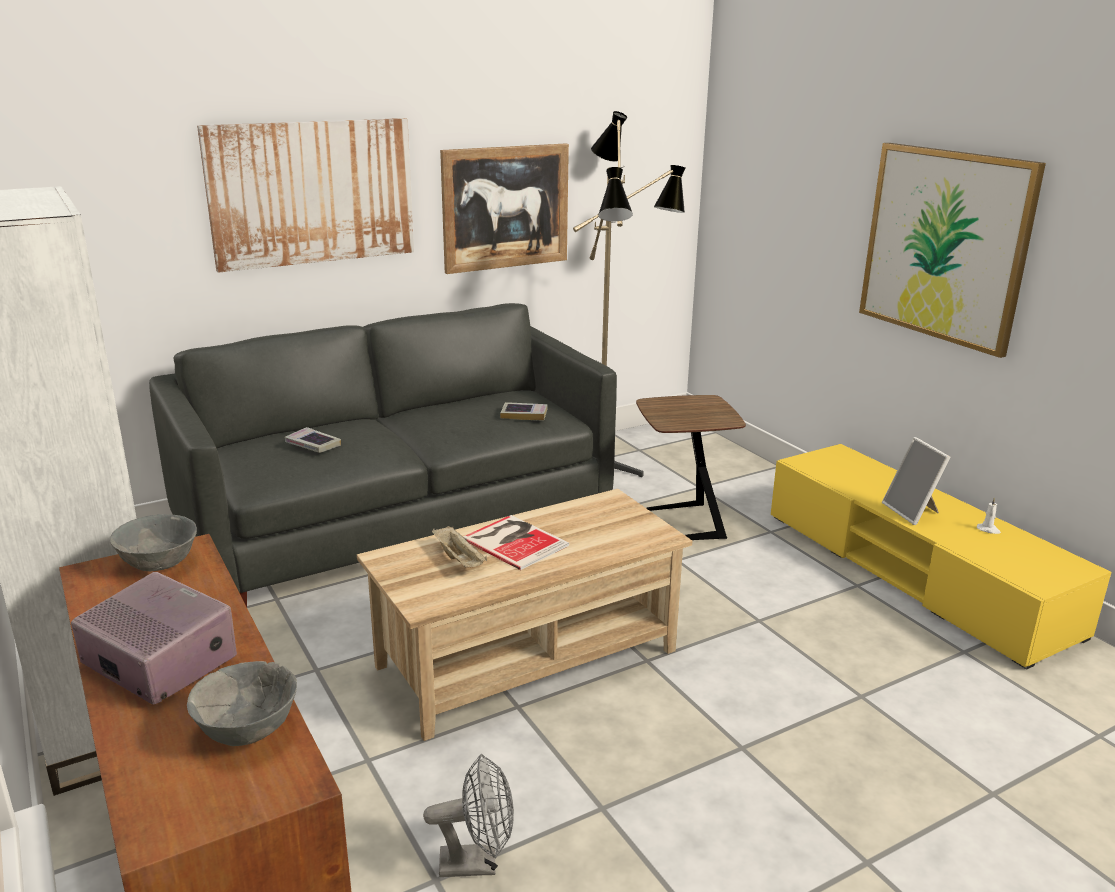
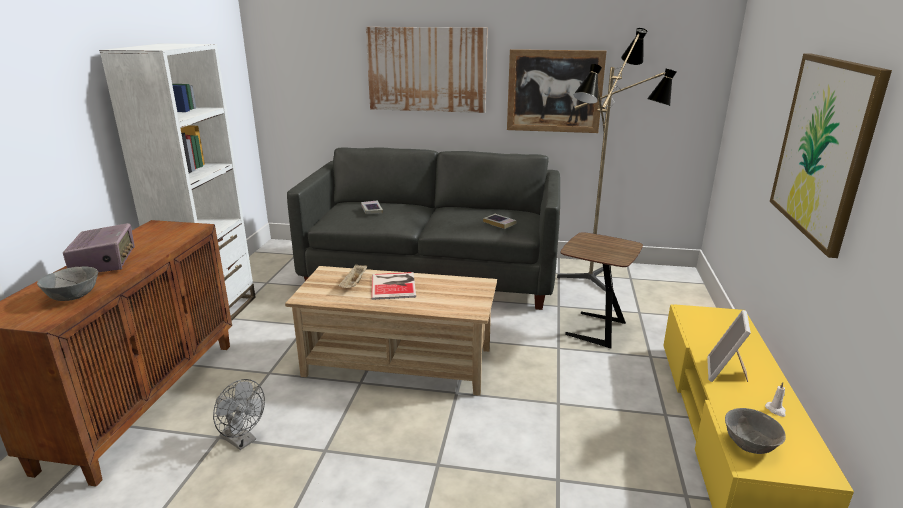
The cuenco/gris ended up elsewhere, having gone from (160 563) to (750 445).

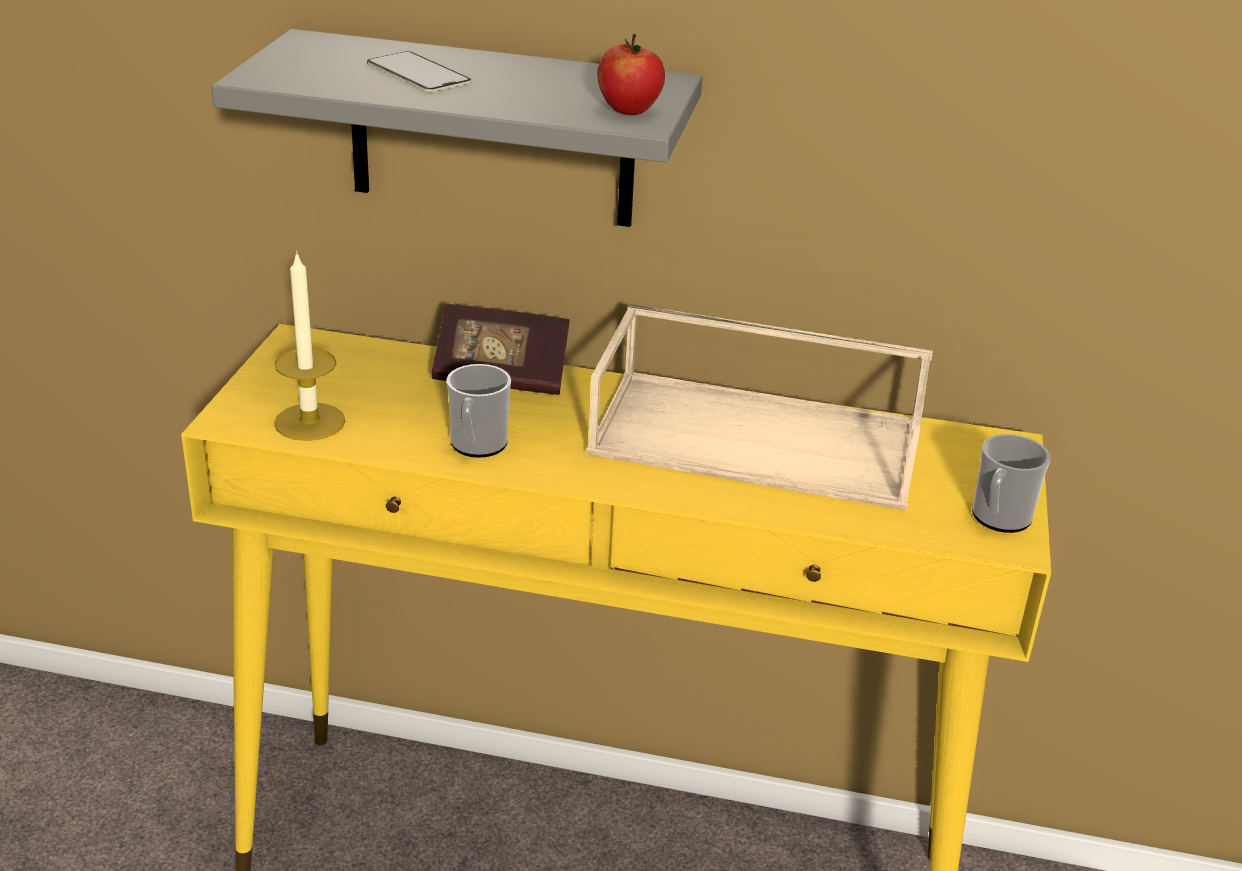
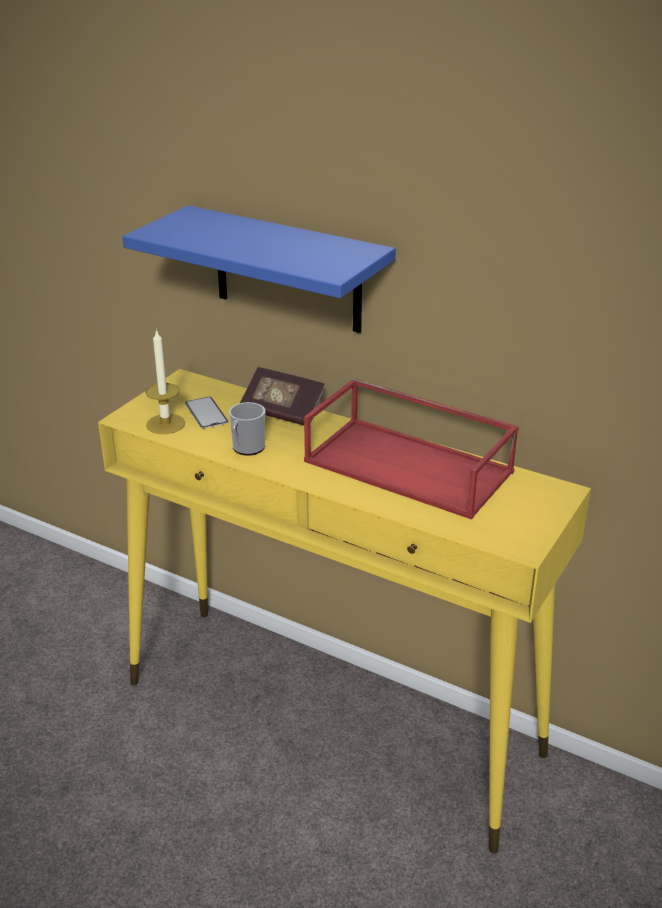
What was the estante/gris at (492 131) turned into the estante/azul at (287 270).
The móvil ended up elsewhere, having gone from (418 73) to (206 413).
What was the bandeja/beis at (761 438) turned into the bandeja/rojo at (411 466).
The second view lost the manzana at (629 110).
The second view lost the taza grande at (998 519).

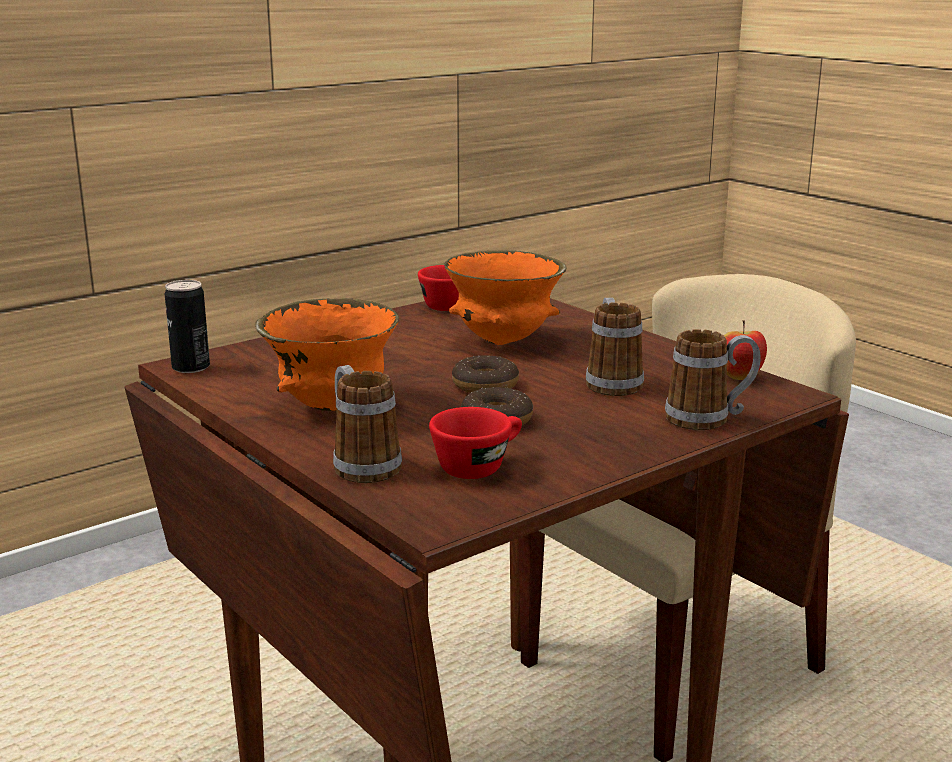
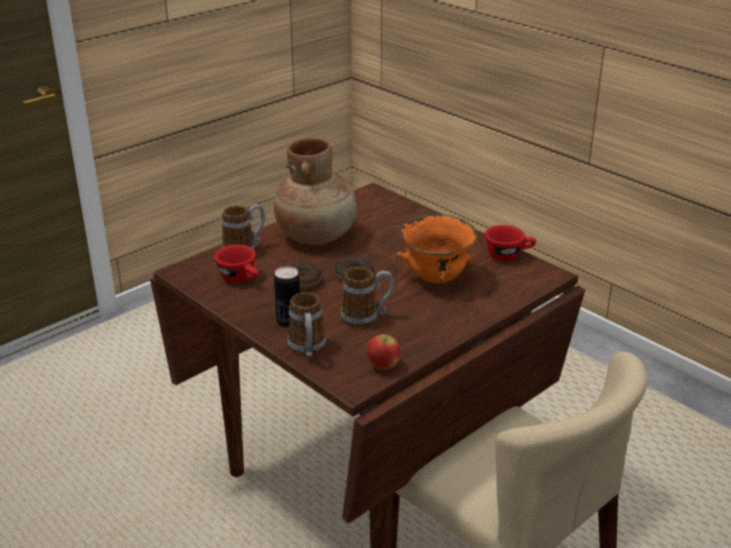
Where the cuenco/naranja stood at (332 407), the florero/marrón came to stand at (317 236).
The lata ended up elsewhere, having gone from (191 367) to (288 321).

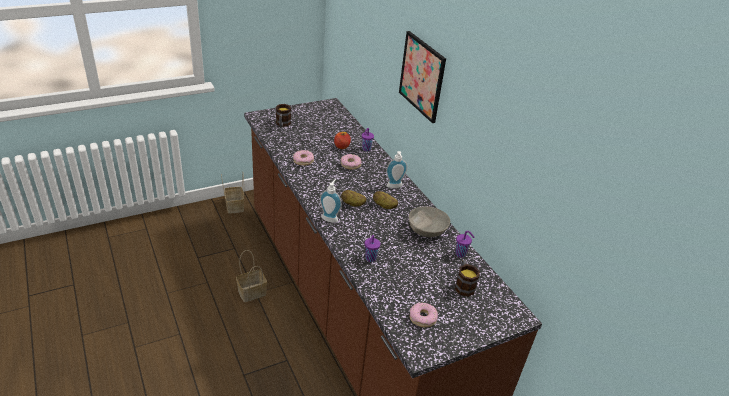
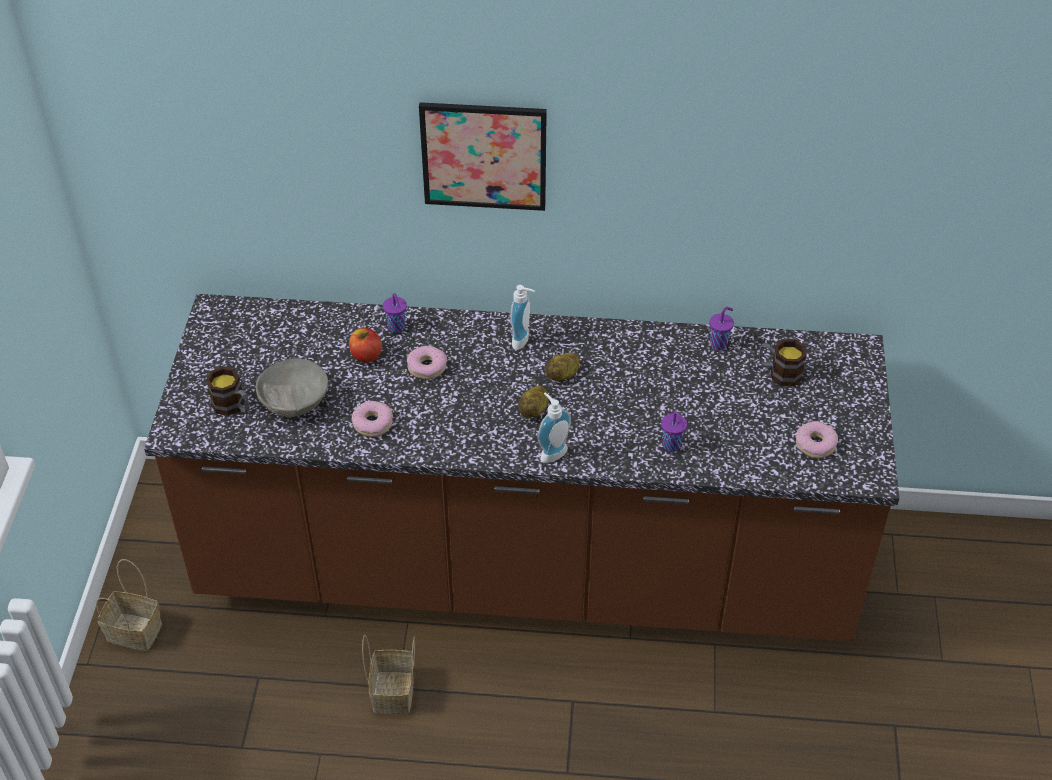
The cuenco/gris ended up elsewhere, having gone from (427 231) to (296 402).

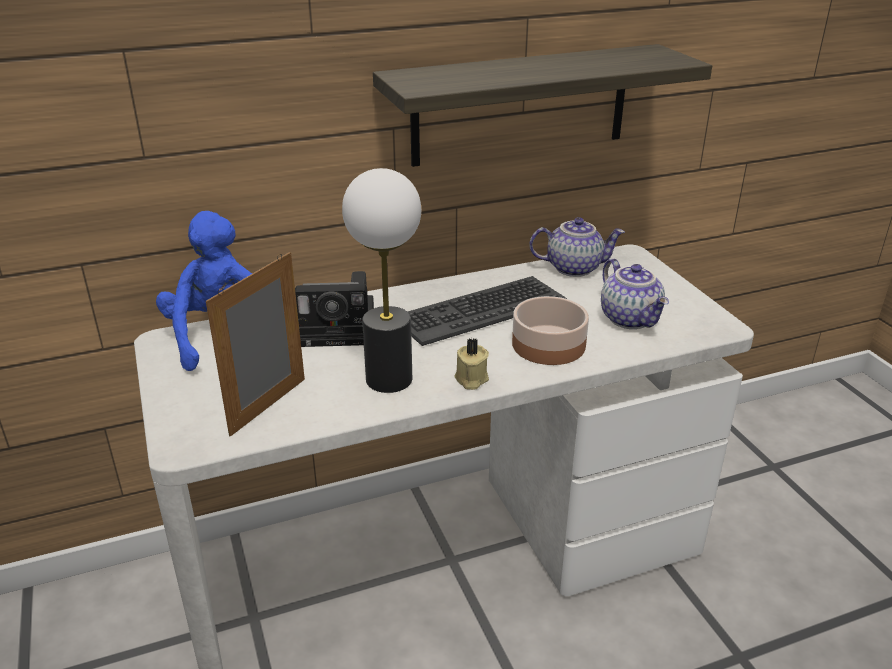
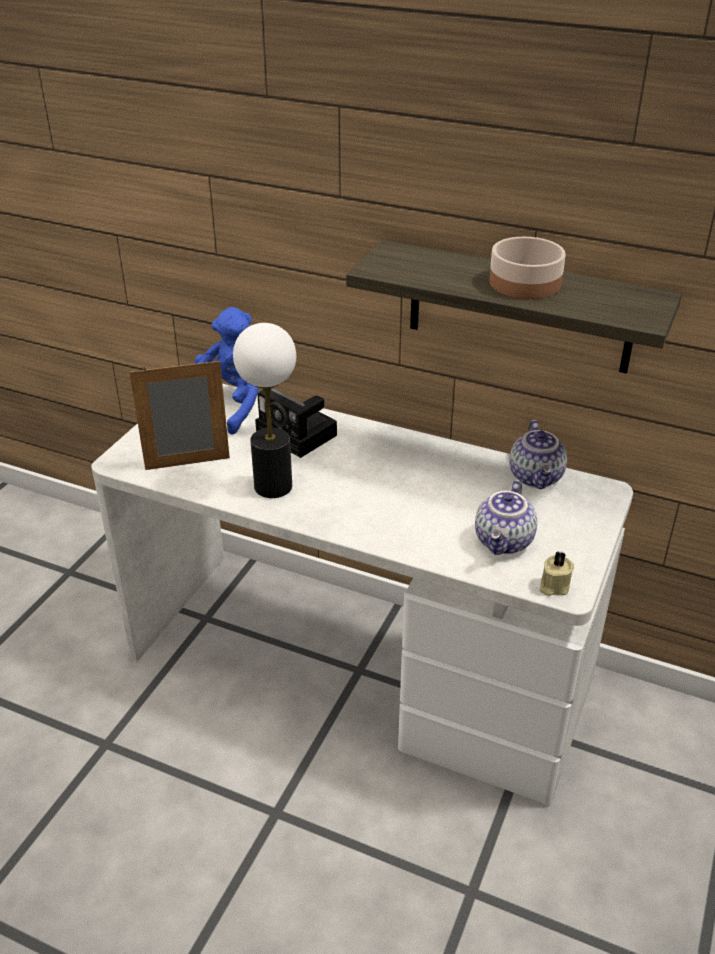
The cuenco ended up elsewhere, having gone from (549 345) to (525 283).
The tetera at (574 267) ended up facing another way, 45 degrees clockwise from before.
The vela/beis ended up elsewhere, having gone from (470 379) to (553 586).
The second view lost the teclado at (480 310).

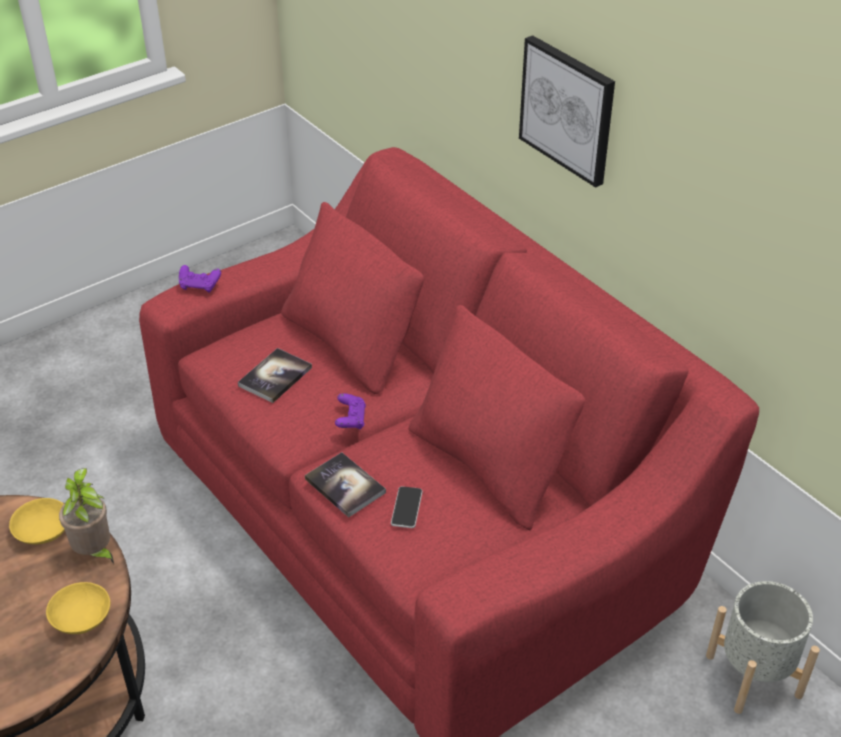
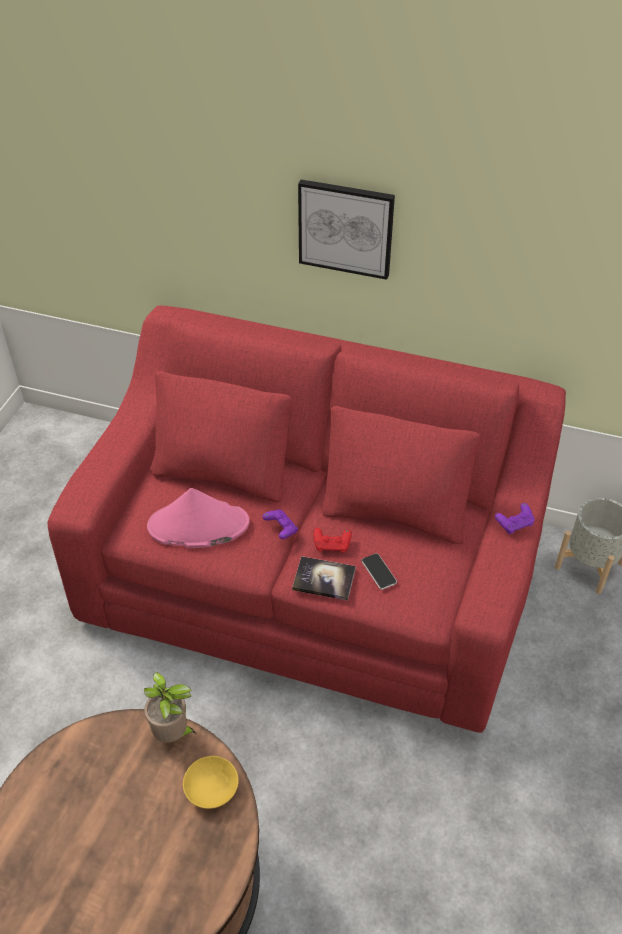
Where the libro stood at (275 377), the sombrero/rosa came to stand at (198 525).
The second view gained the mando de consola/rojo at (332 545).
The mando de consola/morado ended up elsewhere, having gone from (199 286) to (514 524).
The second view lost the cuenco/amarillo at (42 531).

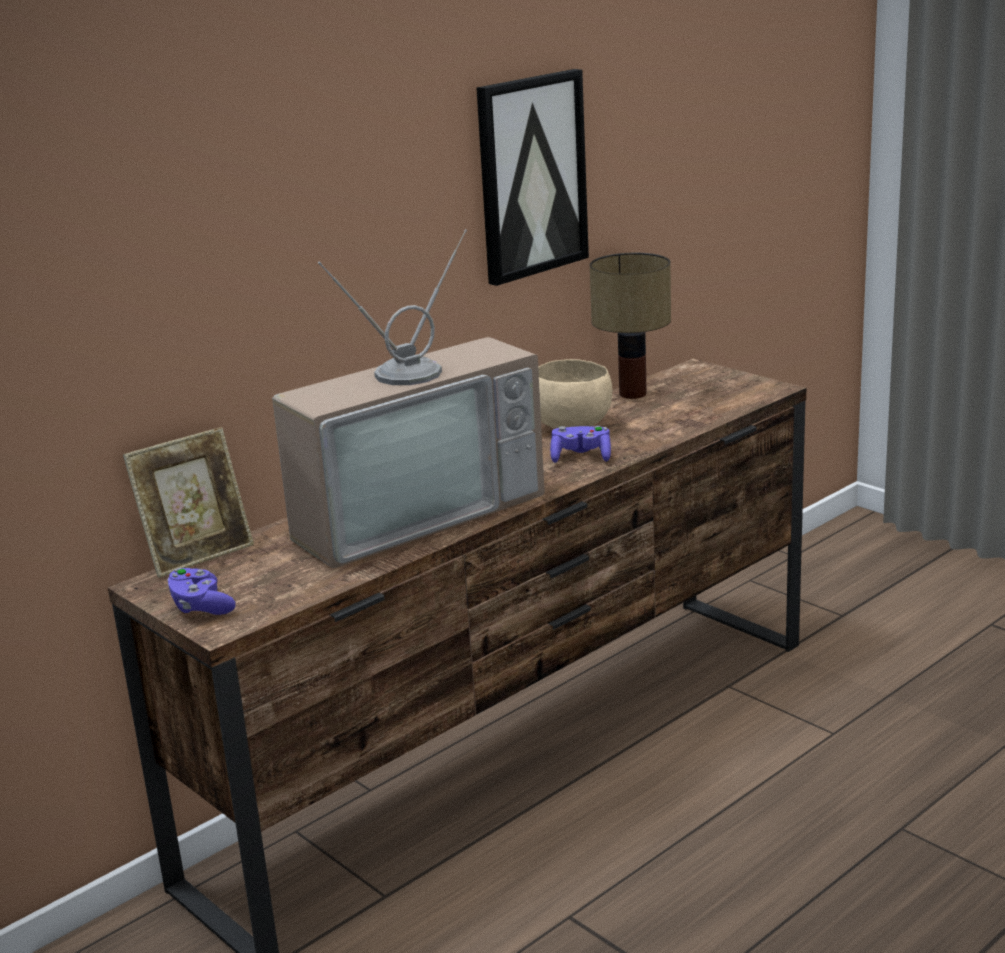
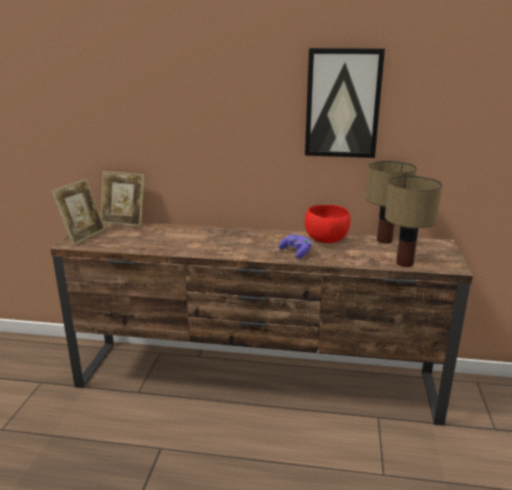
Where the mando de consola/morado stood at (201 607), the portarretratos came to stand at (83 236).
What was the cuenco/beis at (570 426) turned into the cuenco/rojo at (326 240).
The second view gained the lámpara de mesa at (405 263).
The second view lost the televisor at (412 511).

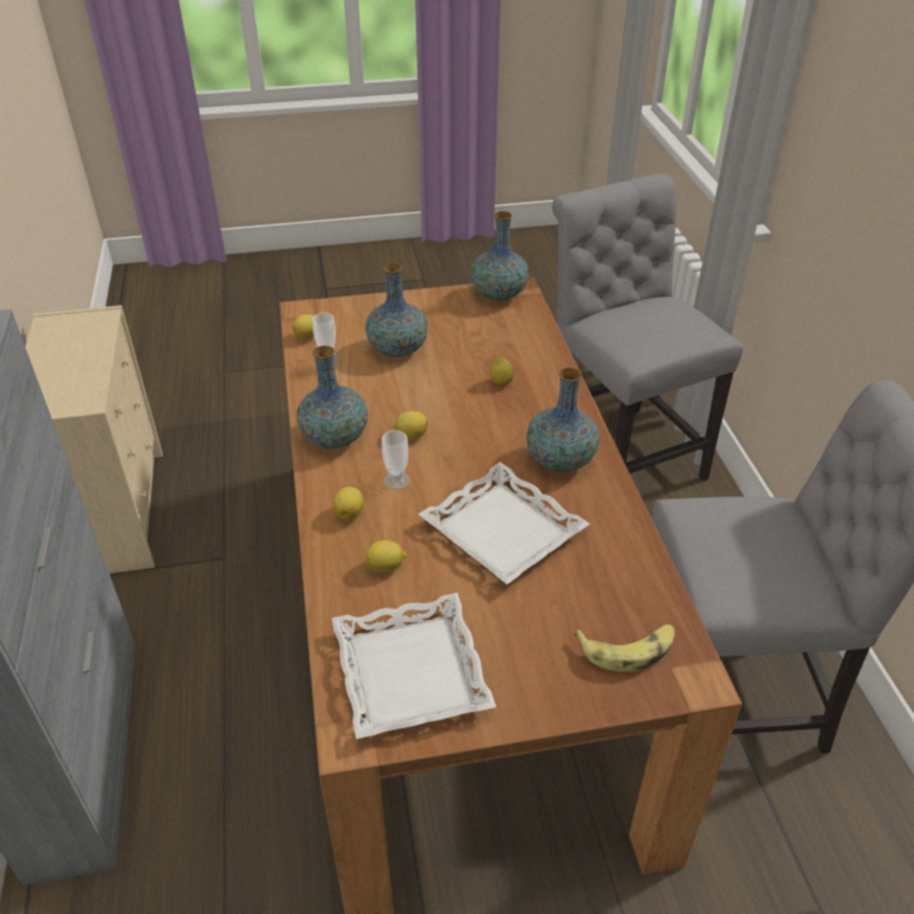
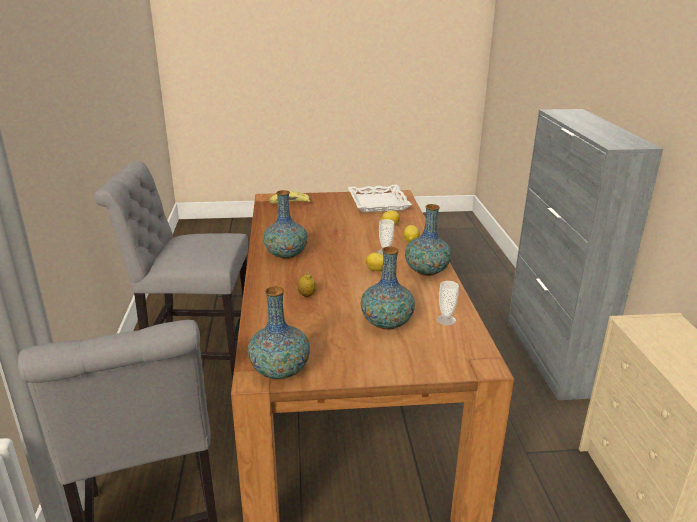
The second view lost the limón at (308 336).
The second view lost the bandeja/blanco at (501 531).

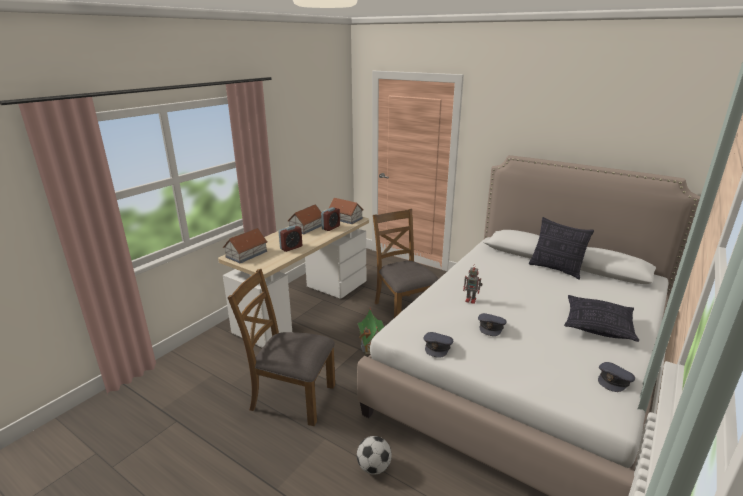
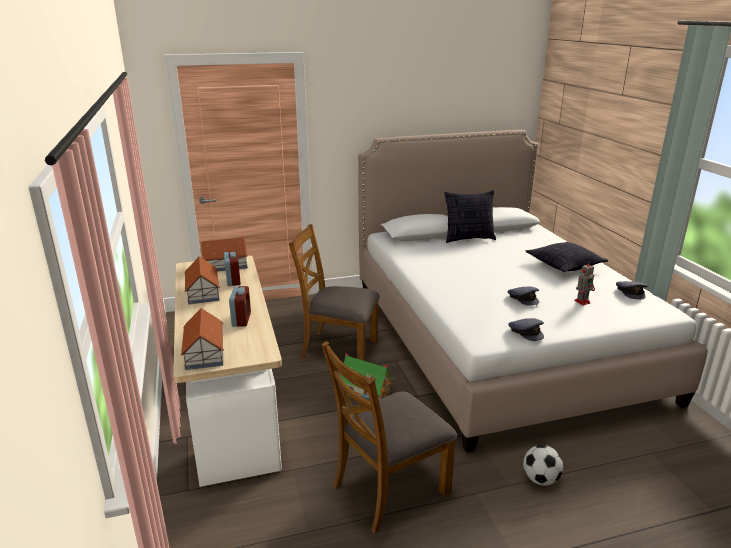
The robot de juguete ended up elsewhere, having gone from (471 300) to (582 301).

